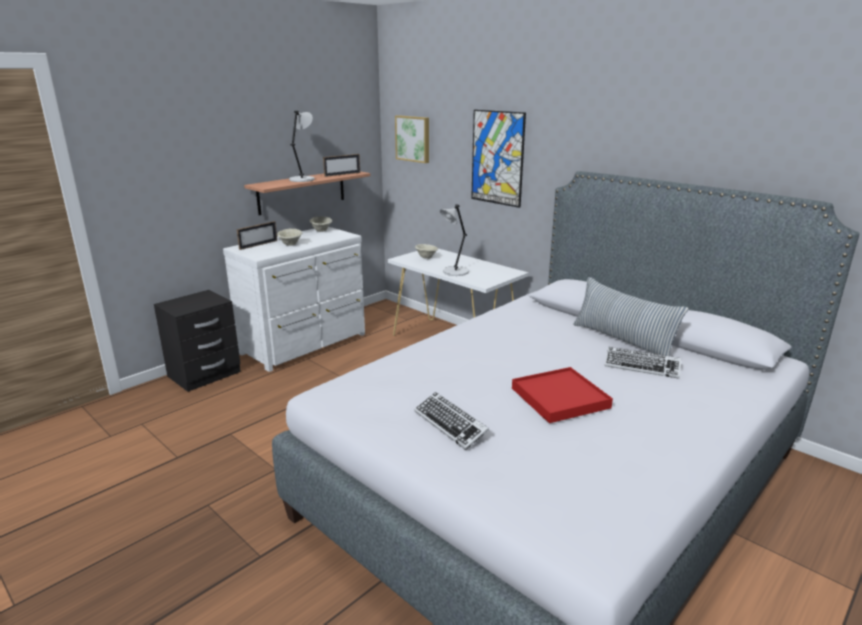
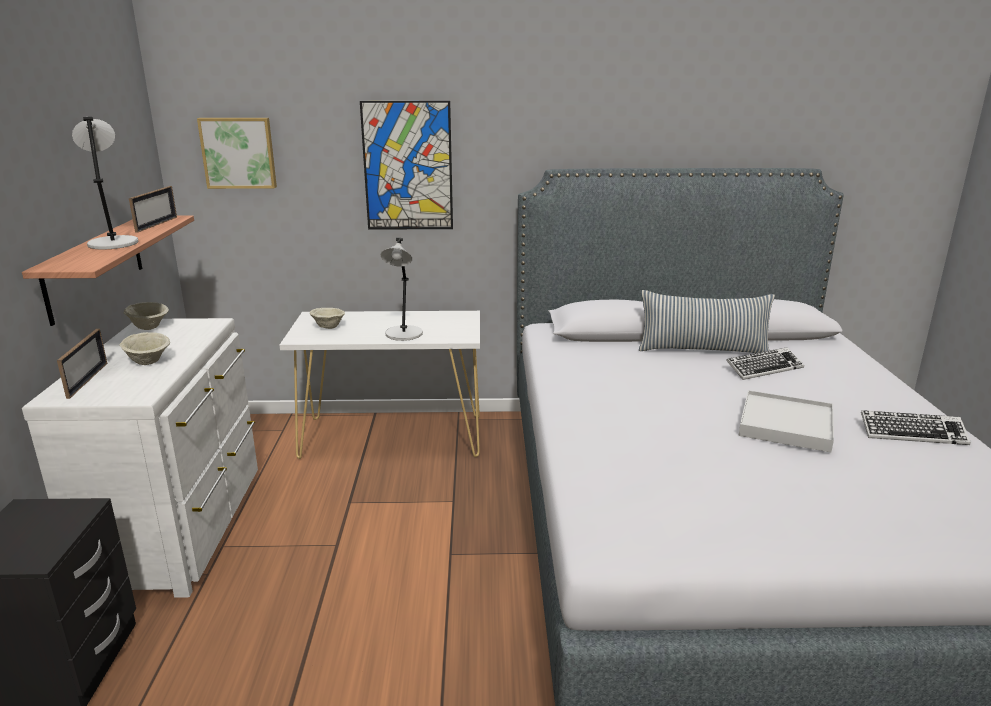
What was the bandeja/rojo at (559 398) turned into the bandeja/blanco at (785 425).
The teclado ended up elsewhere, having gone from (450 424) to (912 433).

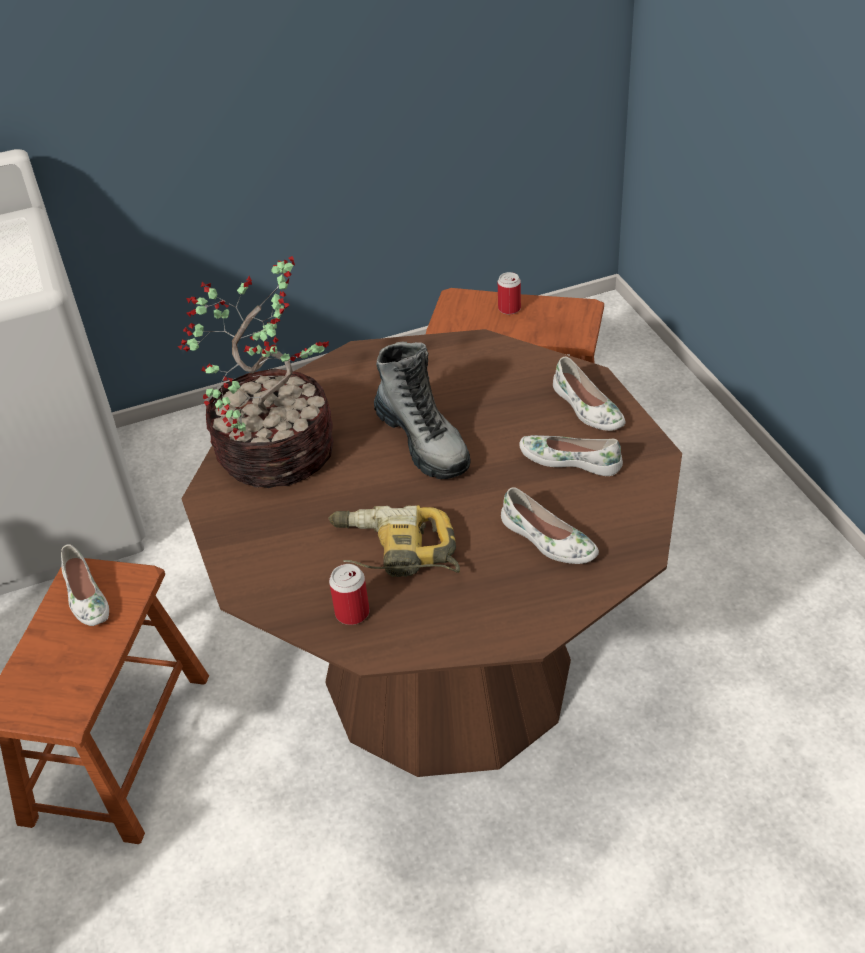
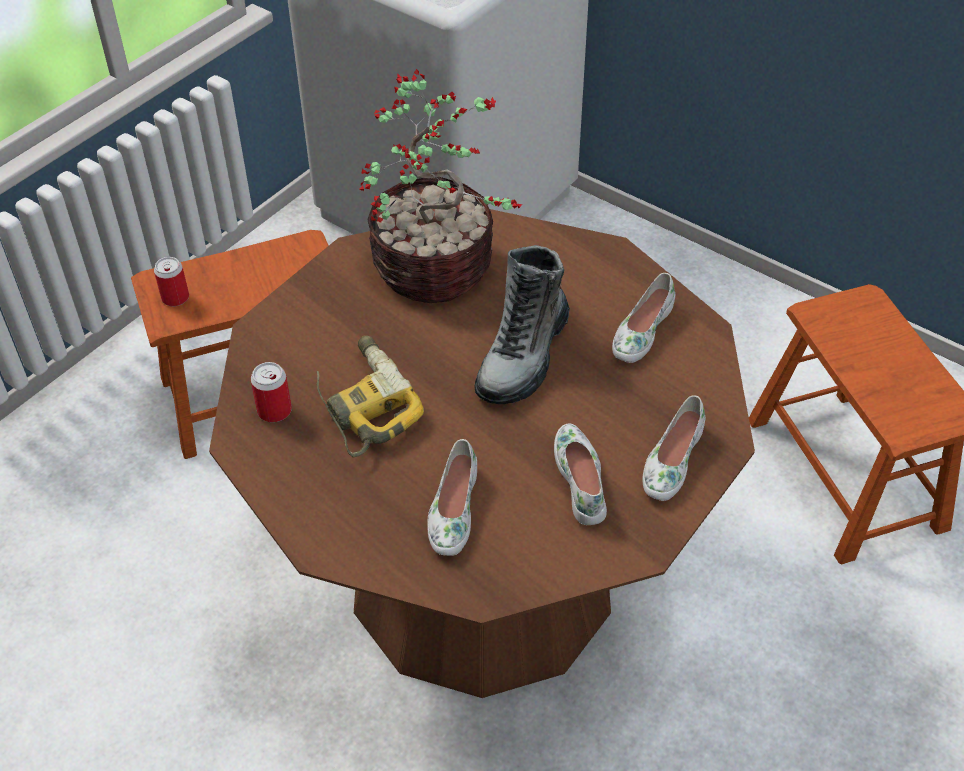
The lata ended up elsewhere, having gone from (509 309) to (175 298).
The zapato/blanco ended up elsewhere, having gone from (85 597) to (641 330).

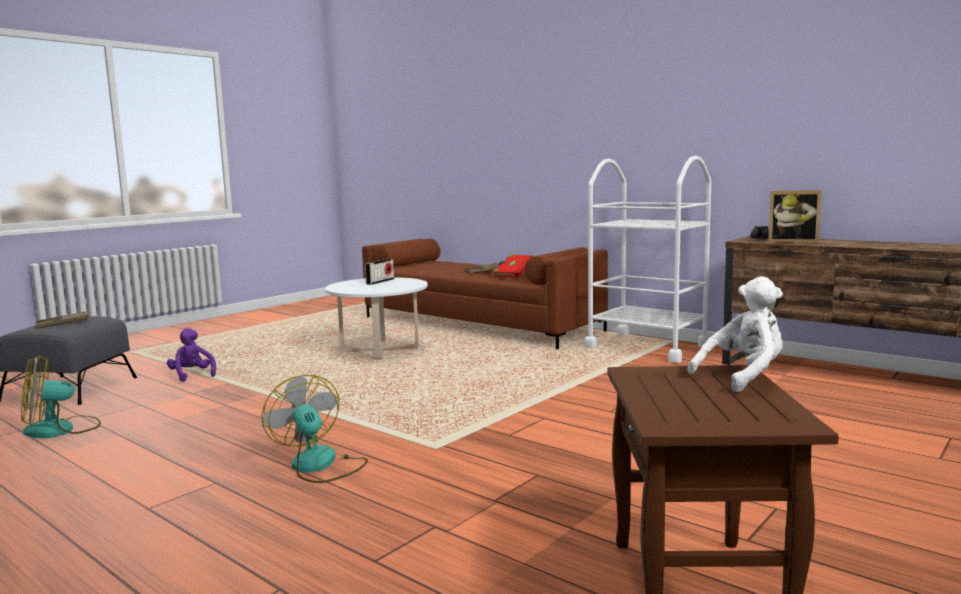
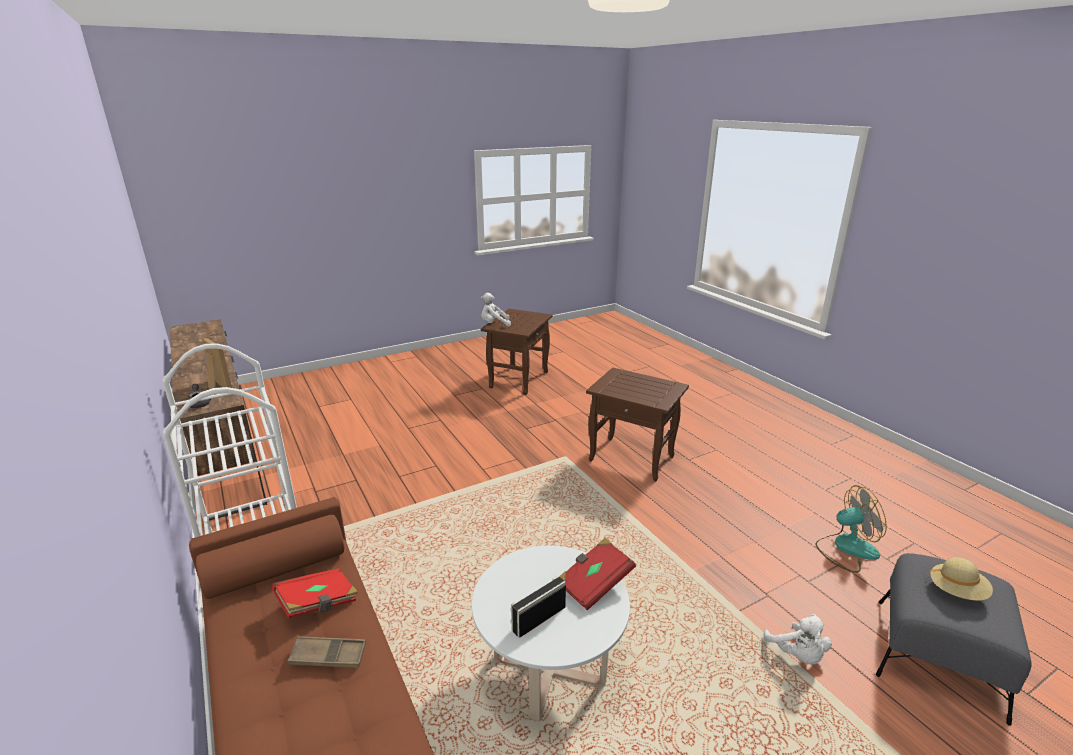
The second view gained the libro/rojo at (594 583).
Where the ventilador stood at (319 466), the mesa auxiliar/marrón came to stand at (633 459).
What was the peluche/morado at (192 375) turned into the peluche/blanco at (797 655).
Where the bandeja/marrón stood at (63 323), the sombrero/beis came to stand at (957 591).

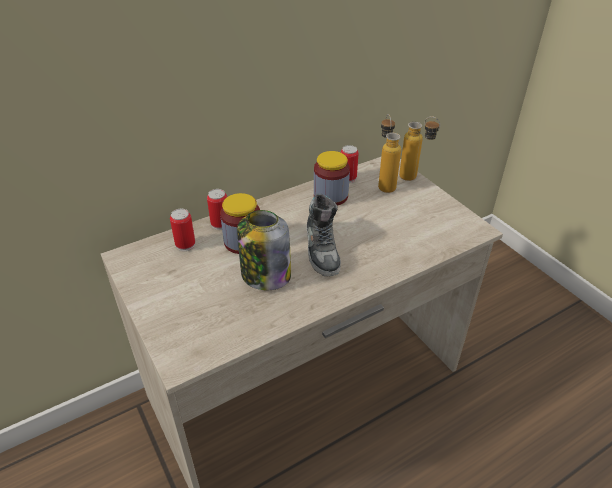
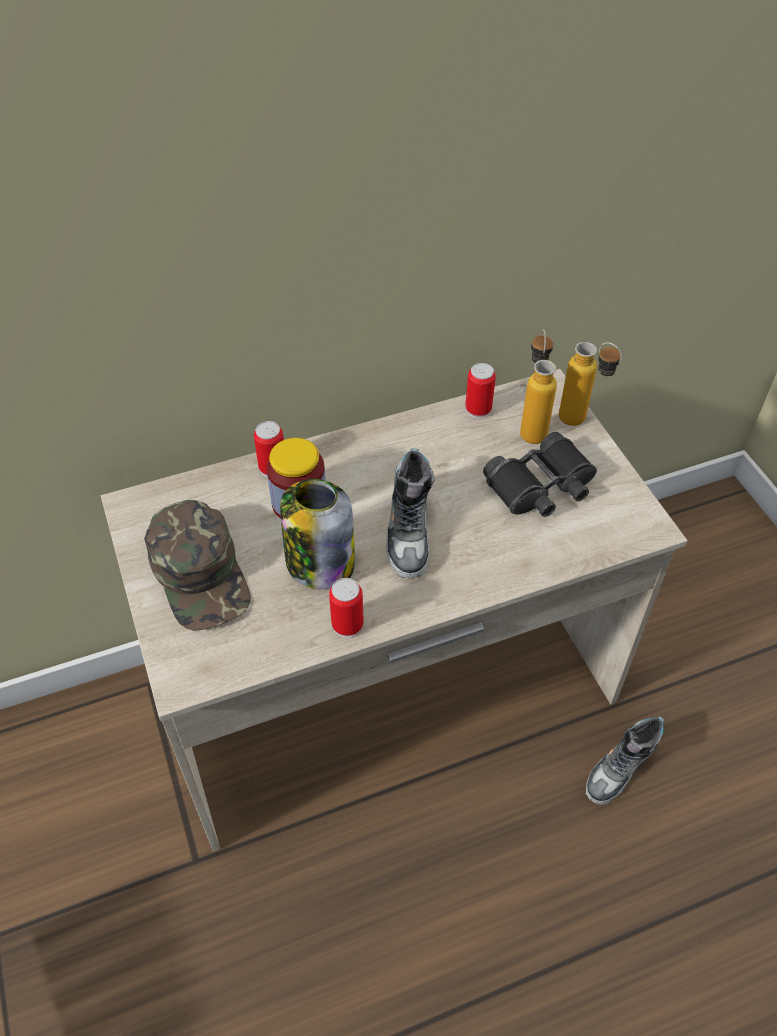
The second view gained the gorra/verde at (201 573).
The lata ended up elsewhere, having gone from (185 245) to (347 625).
The second view gained the prismáticos/negro at (541 487).
The second view gained the zapato at (620 768).
The second view lost the tarro at (330 196).

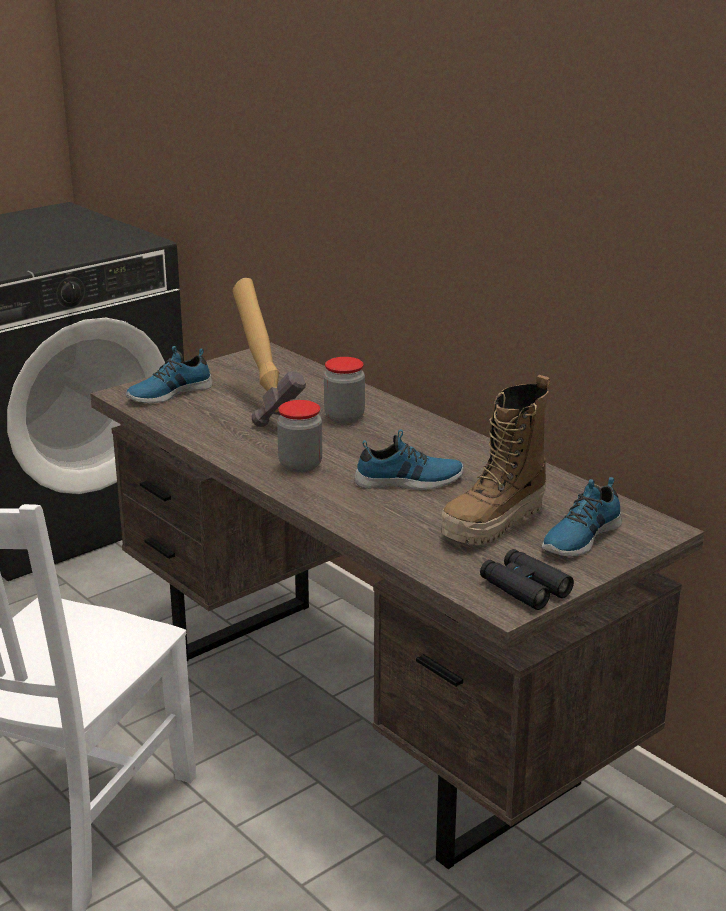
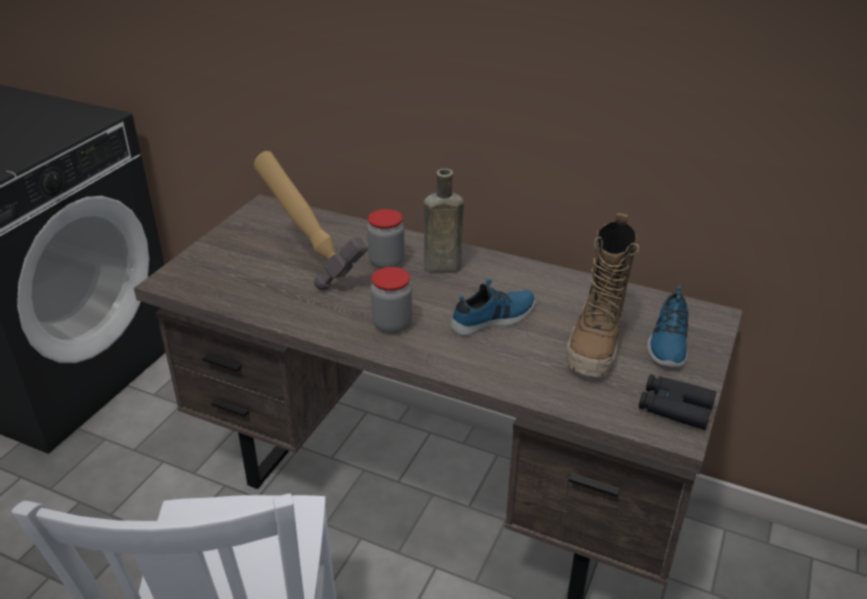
The second view gained the botella/marrón at (439 267).
The second view lost the zapato at (169 393).

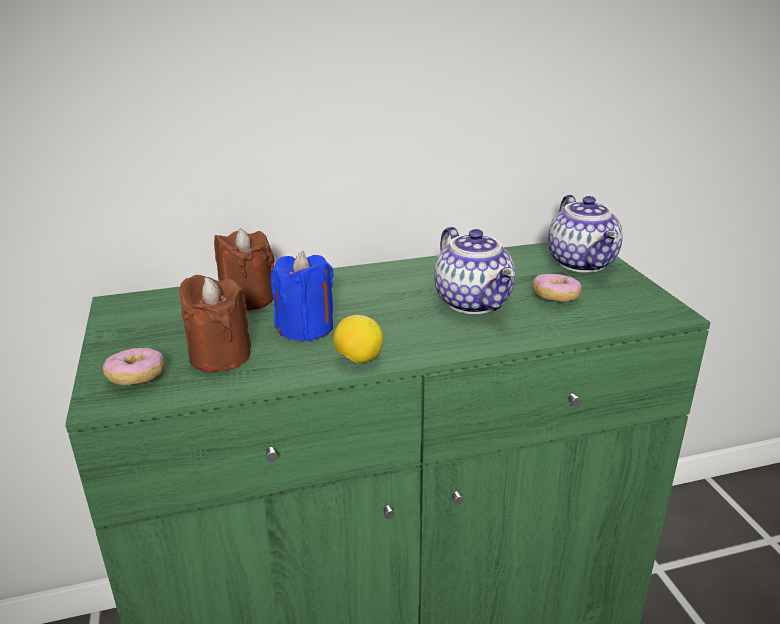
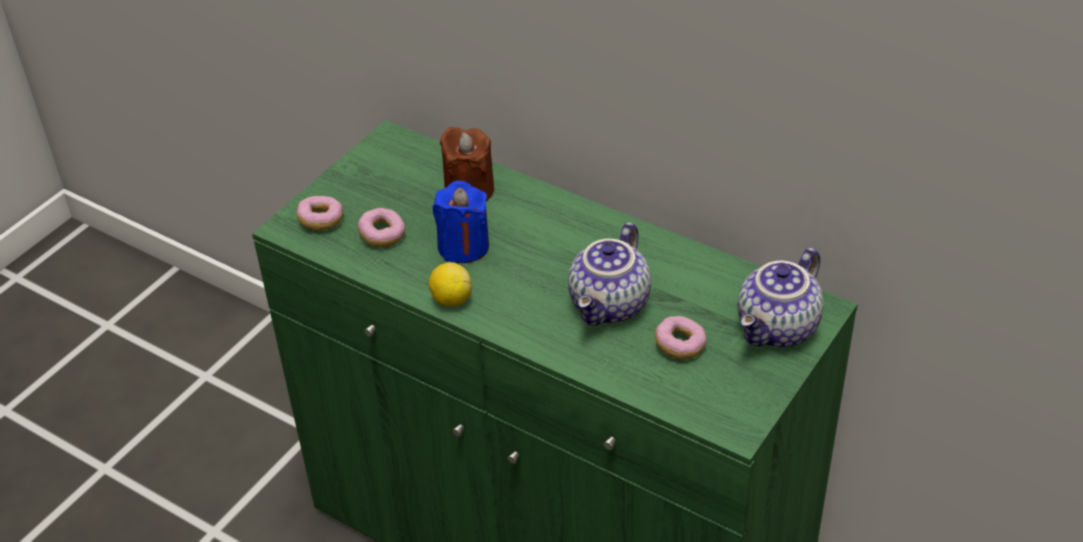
Where the vela/marrón stood at (220 356), the rosquilla came to stand at (382 236).

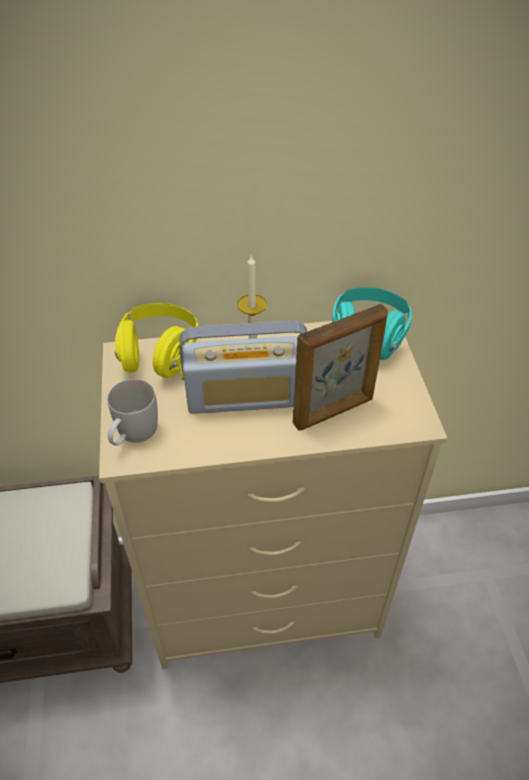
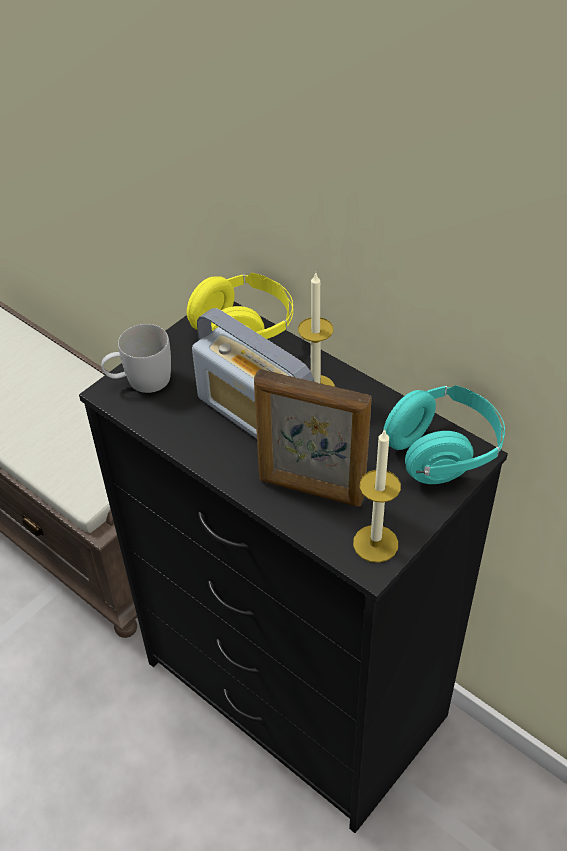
What was the cómoda/beis at (266 595) turned into the cómoda/negro at (297 690).
The second view gained the vela at (375 543).

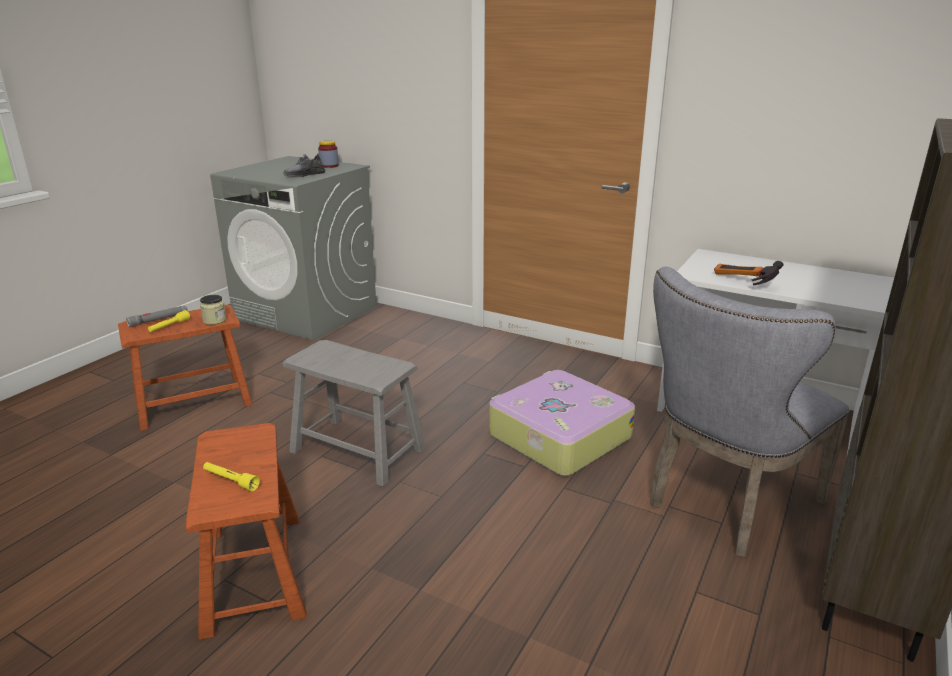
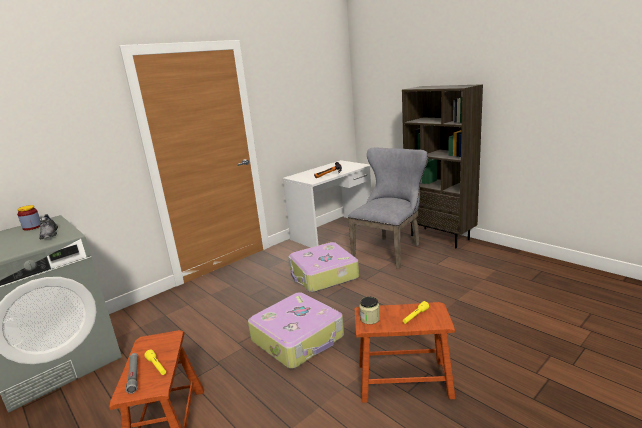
Where the taburete/gris stood at (357 450), the maleta came to stand at (298 338).
The silla/gris at (725 505) ended up facing another way, 120 degrees counterclockwise from before.
The tarro ended up elsewhere, having gone from (214 320) to (370 319).

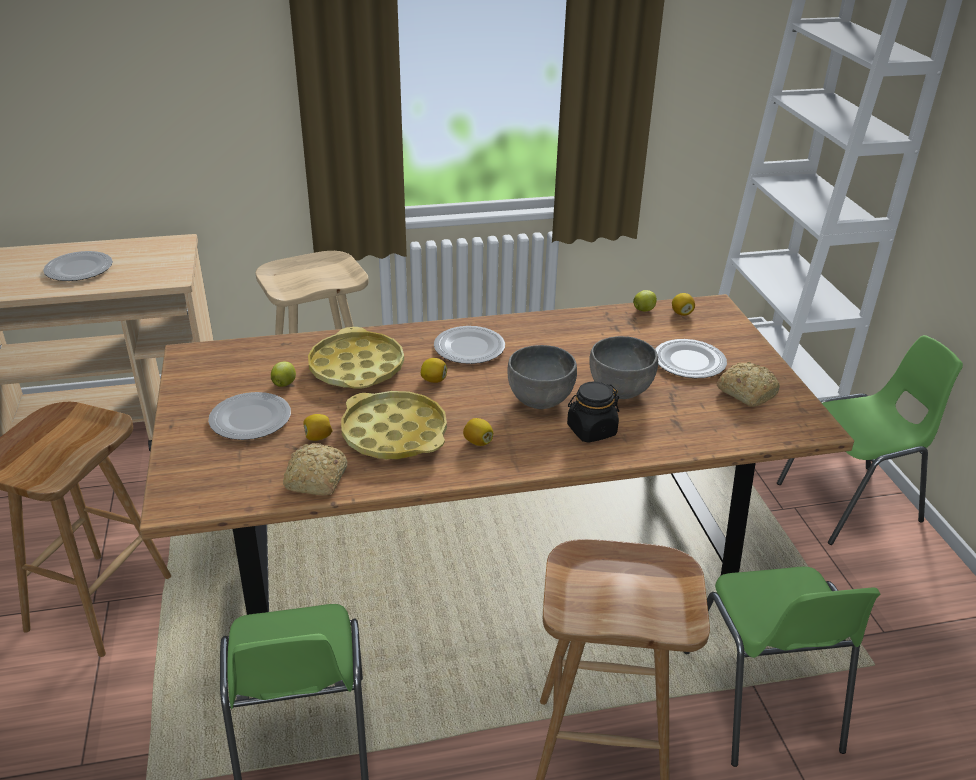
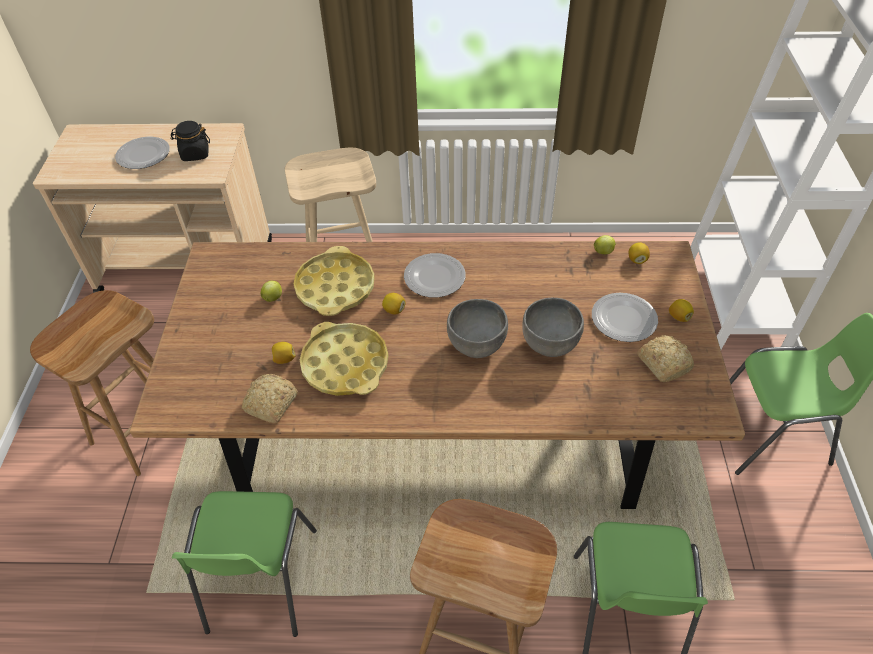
The tarro/negro ended up elsewhere, having gone from (591 430) to (195 154).
The limón ended up elsewhere, having gone from (478 442) to (679 317).
The second view lost the plato at (251 419).

